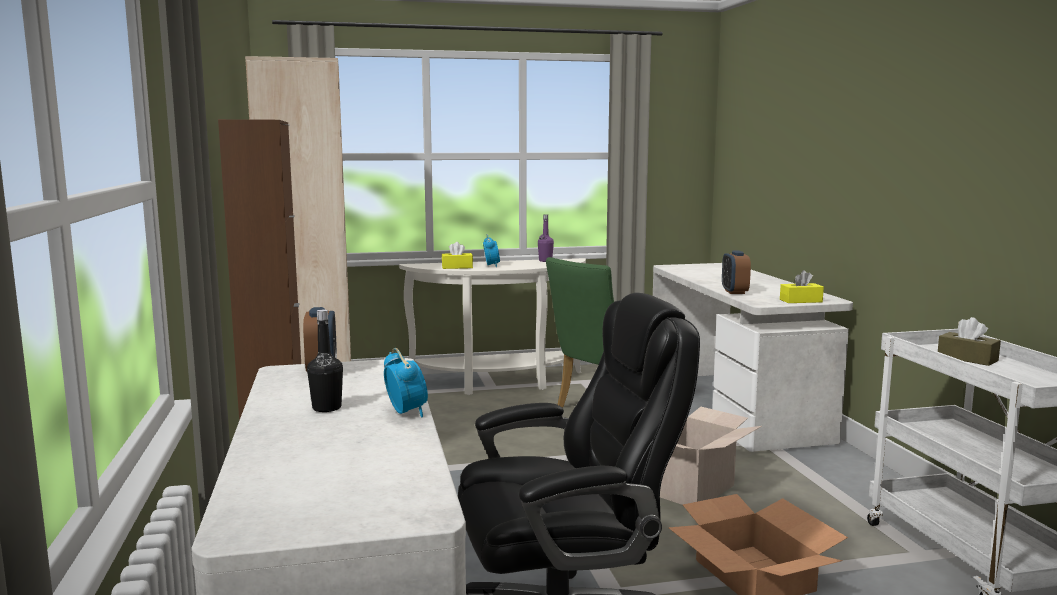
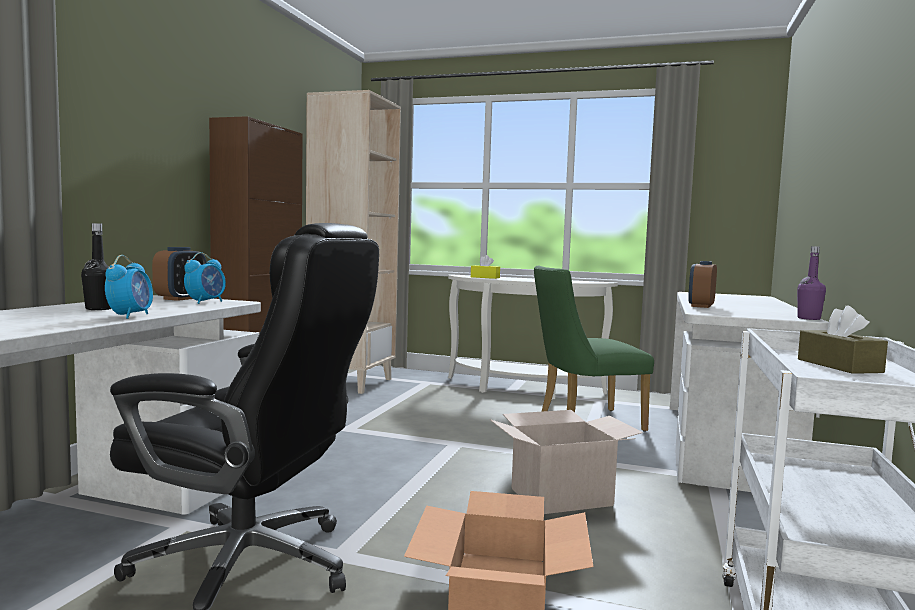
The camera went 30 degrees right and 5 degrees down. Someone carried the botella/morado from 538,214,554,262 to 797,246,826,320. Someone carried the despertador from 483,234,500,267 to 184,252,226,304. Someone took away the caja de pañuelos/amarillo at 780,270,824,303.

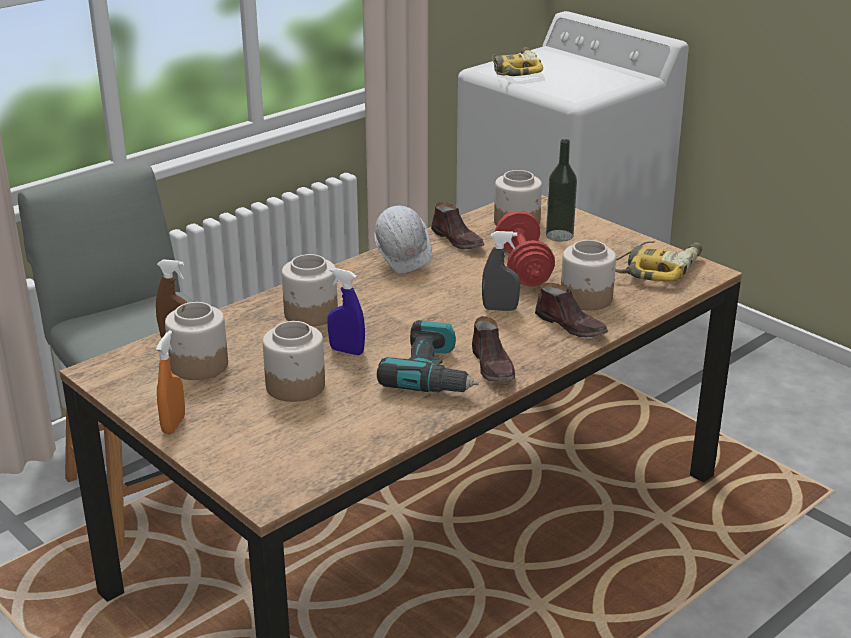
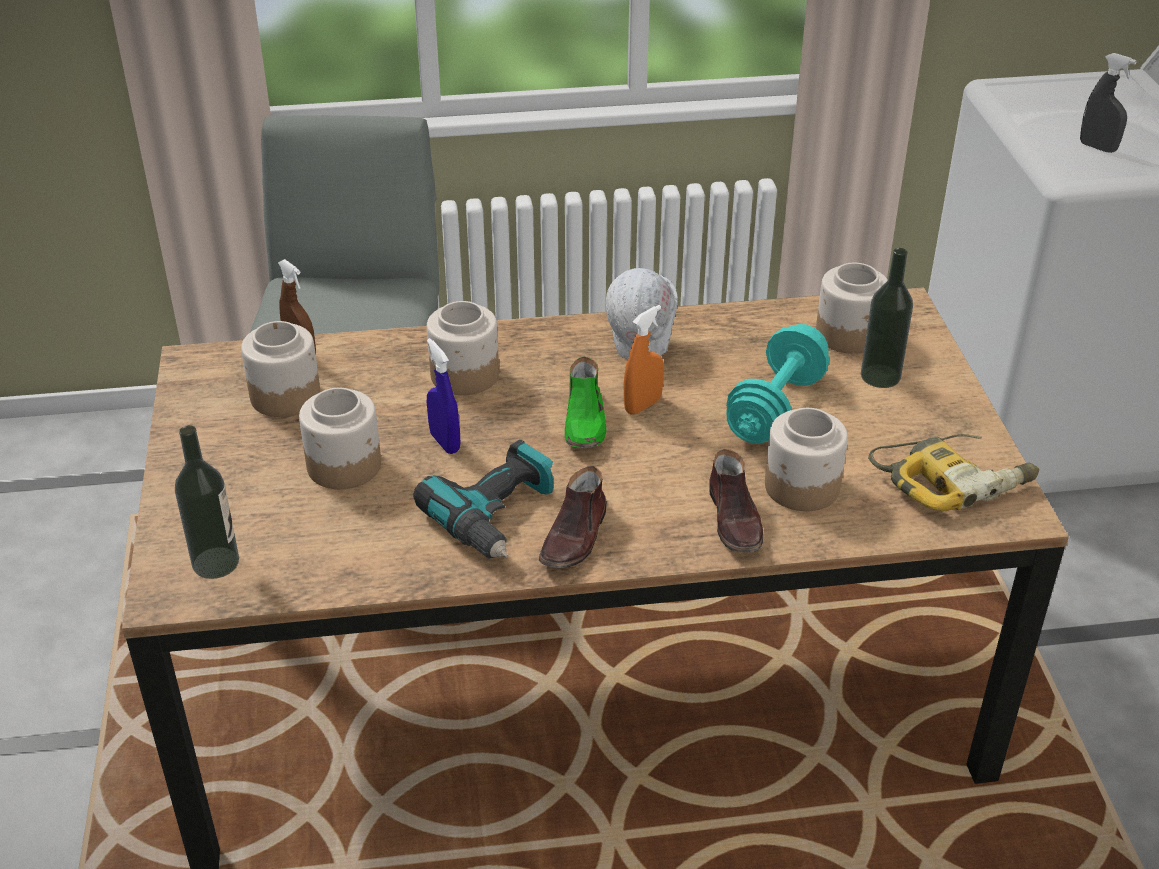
The camera went 35 degrees right and 10 degrees up. Someone took away the taladro at 492,47,543,76. Someone took away the zapato/marrón at 431,202,484,249. Someone repainted the mancuerna/rojo at 495,211,555,287, which became the mancuerna/turquesa at 726,324,830,444. Someone carried the pulverizador/gris from 482,231,520,311 to 1080,53,1137,153. Someone carried the pulverizador/naranja from 156,330,185,434 to 623,305,664,415. Someone put down the zapato/verde at 565,357,607,448. Someone put down the botella at 175,425,239,579.

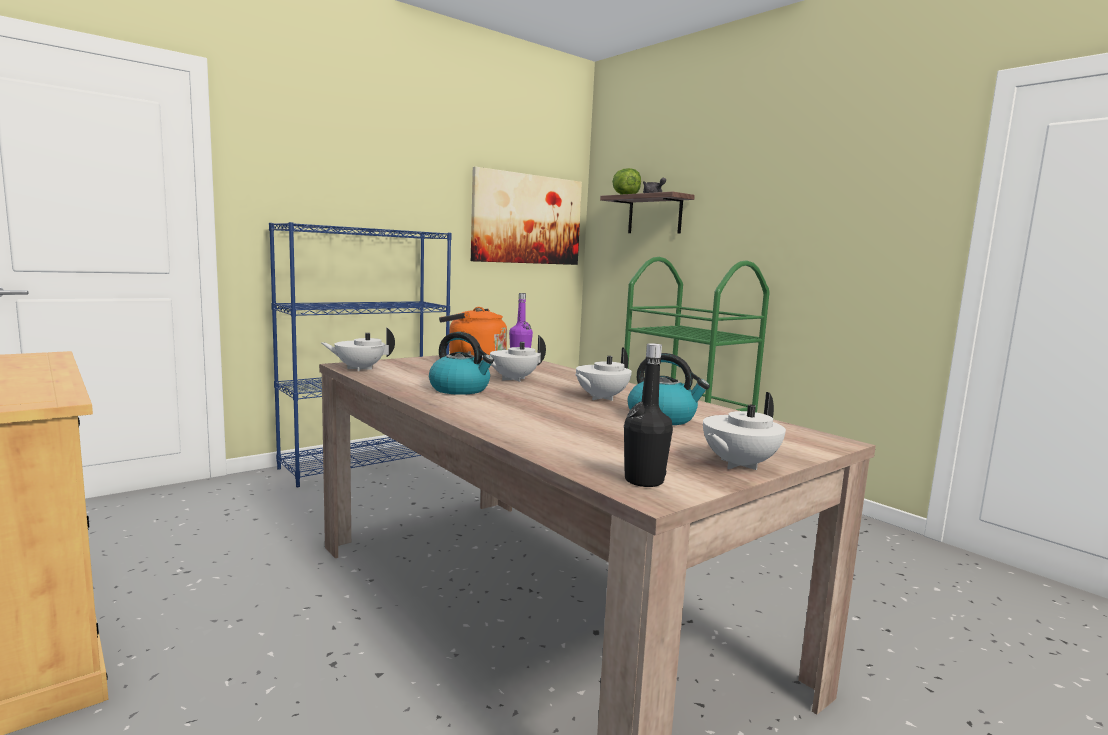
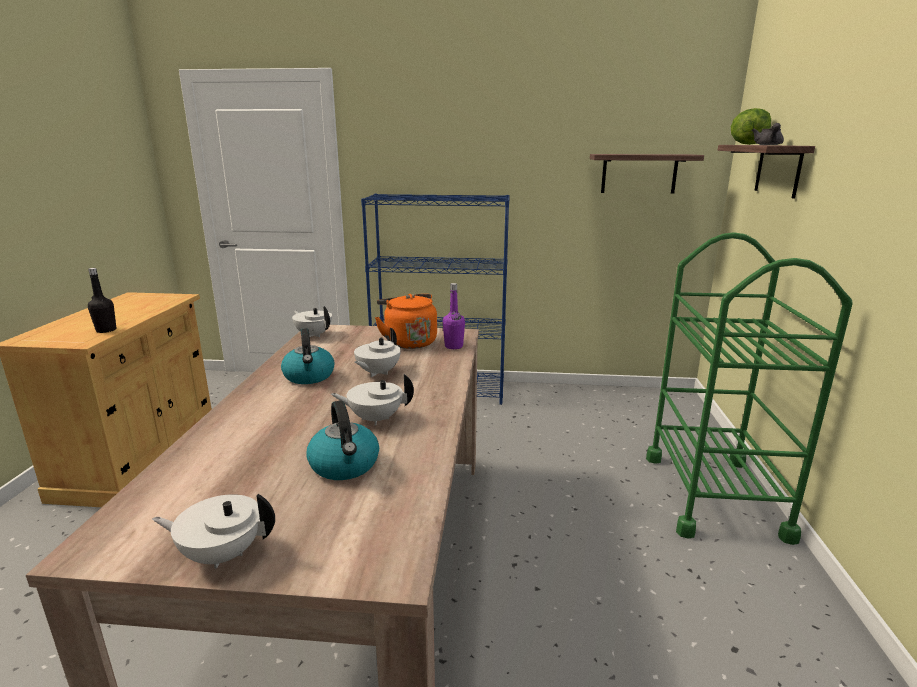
The camera went 45 degrees right and 10 degrees up. Someone swapped the cuadro at 471,167,582,265 for the estante at 590,154,704,194. Someone rotated the tetera/blanco at 482,335,546,382 by 75 degrees counterclockwise. Someone carried the botella/negro from 624,343,673,487 to 88,268,116,333.

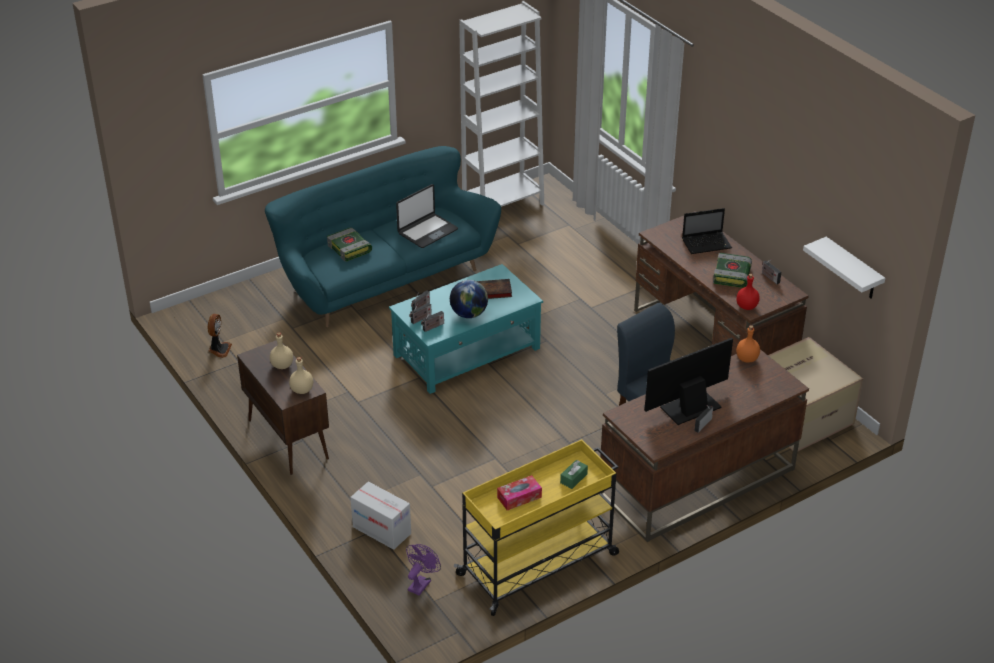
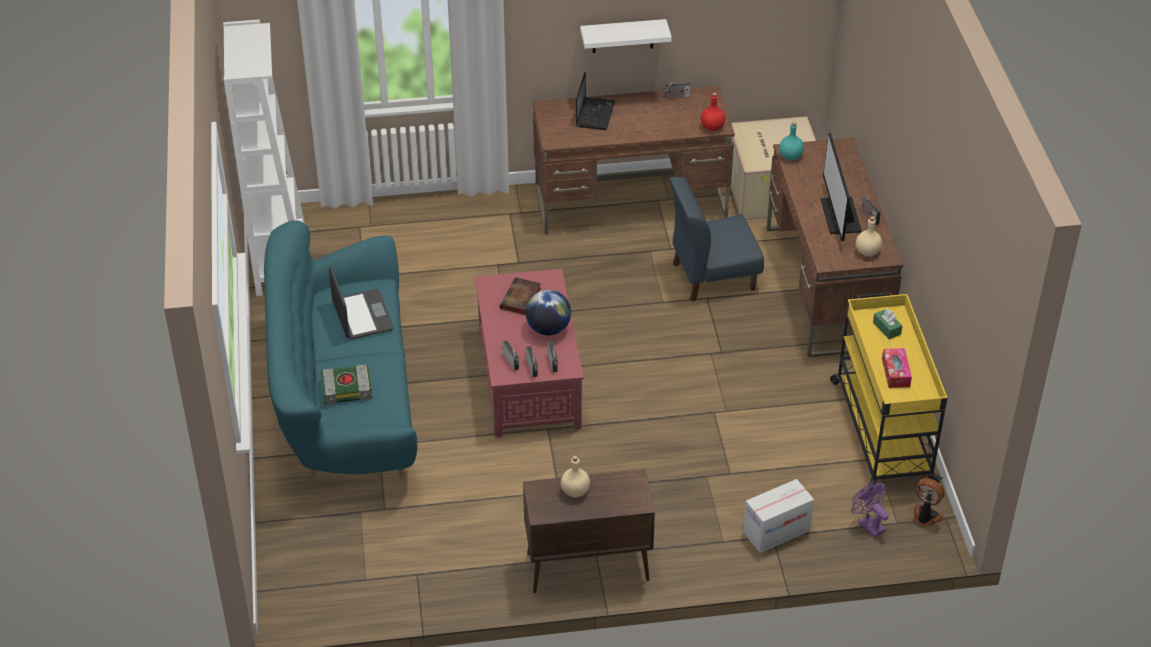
The camera went 65 degrees left and 5 degrees up. Someone carried the estante/blanco from 803,237,885,298 to 580,19,672,53. Someone took away the libro at 713,253,752,288. Someone repainted the mesa de centro/turquesa at 389,264,543,394, which became the mesa de centro/rojo at 475,269,584,438. Someone carried the ventilador from 208,314,232,358 to 914,478,945,527. Someone repainted the botella/naranja at 736,325,760,363, which became the botella/turquesa at 779,122,804,160. Someone carried the botella/beis from 289,357,313,394 to 856,216,882,256.

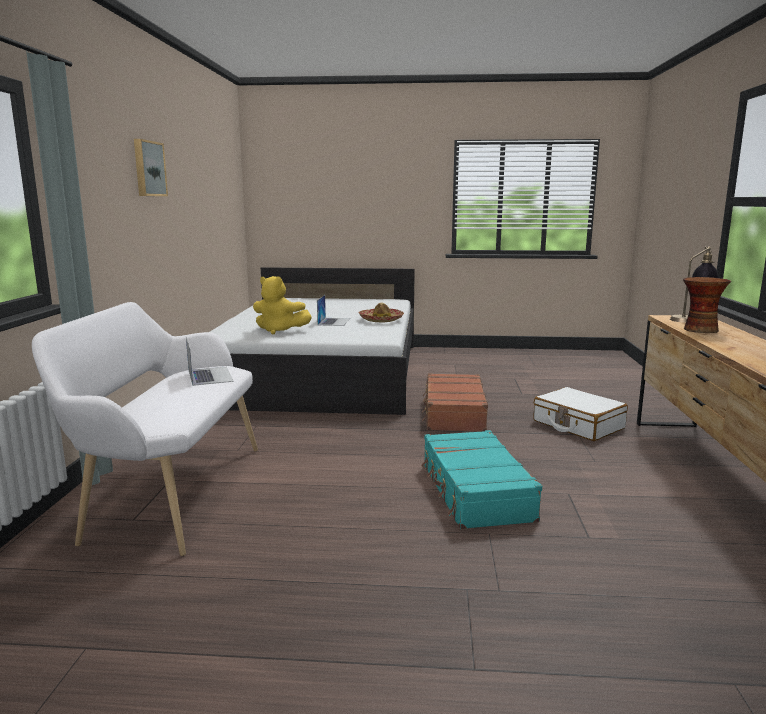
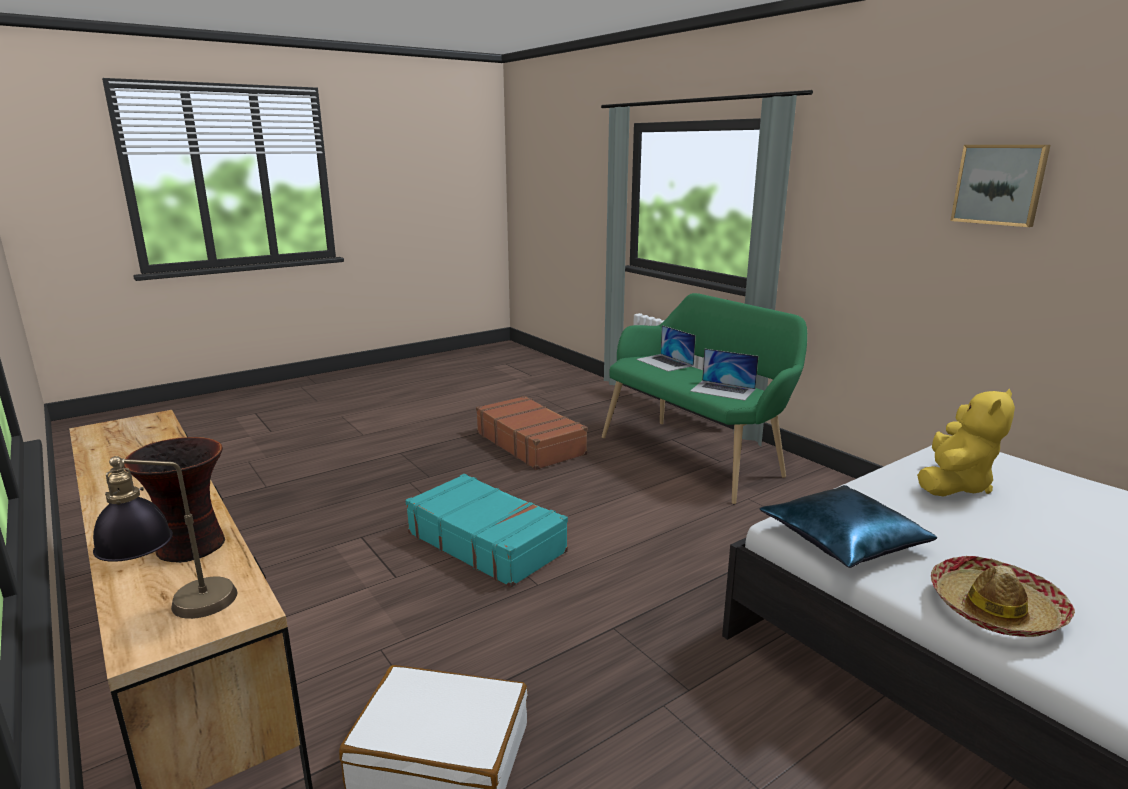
The camera went 140 degrees right and 5 degrees up. Someone rotated the peluche/amarillo at 253,276,312,335 by 150 degrees clockwise. Someone carried the portátil from 317,295,350,326 to 636,325,696,372. Someone repainted the banco/blanco at 32,302,258,556, which became the banco/verde at 602,293,807,504. Someone carried the maleta/marrón from 422,373,488,432 to 476,396,588,470. Someone put down the cojín/azul at 759,485,937,568.

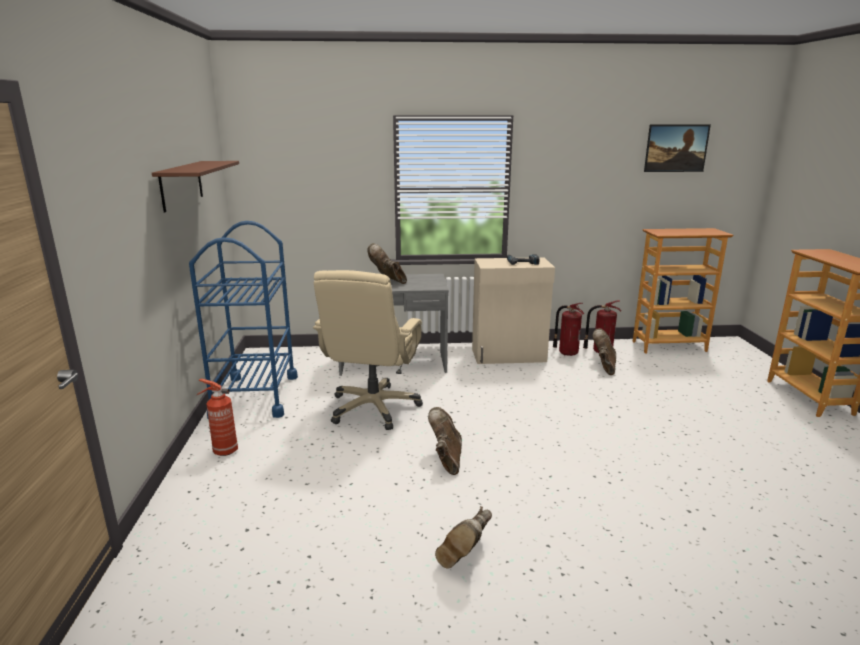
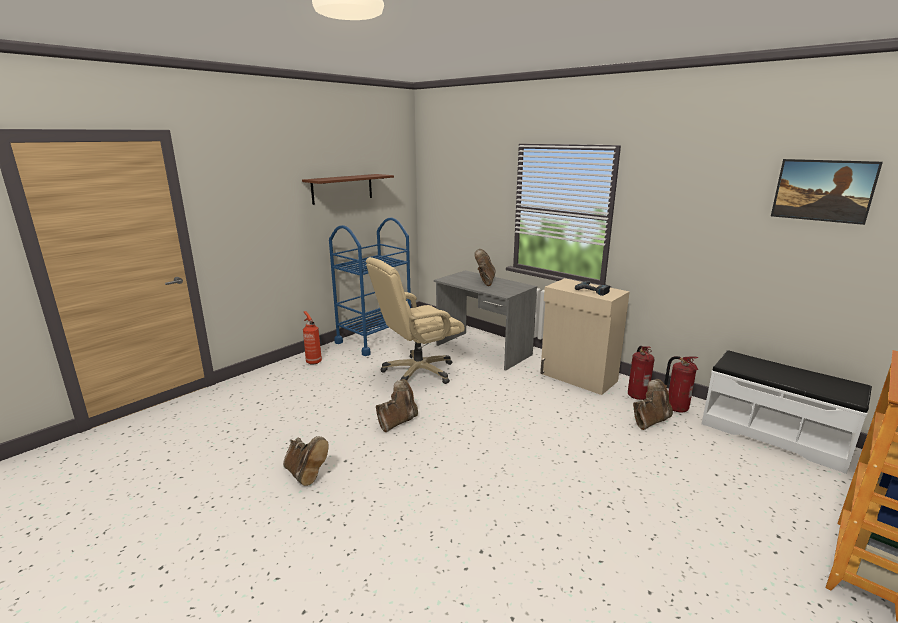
The camera went 45 degrees right and 0 degrees up. Someone swapped the estantería at 633,228,733,353 for the banco/blanco at 702,350,872,474. Someone rotated the bota/marrón at 435,506,492,569 by 120 degrees counterclockwise.

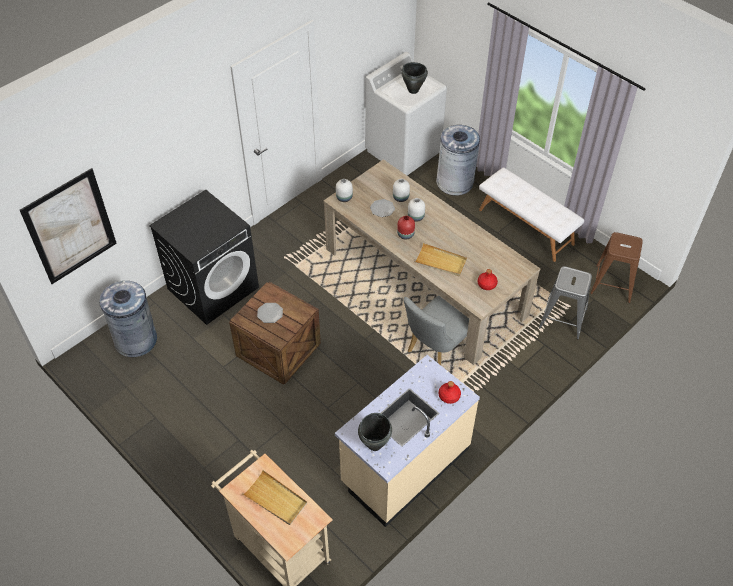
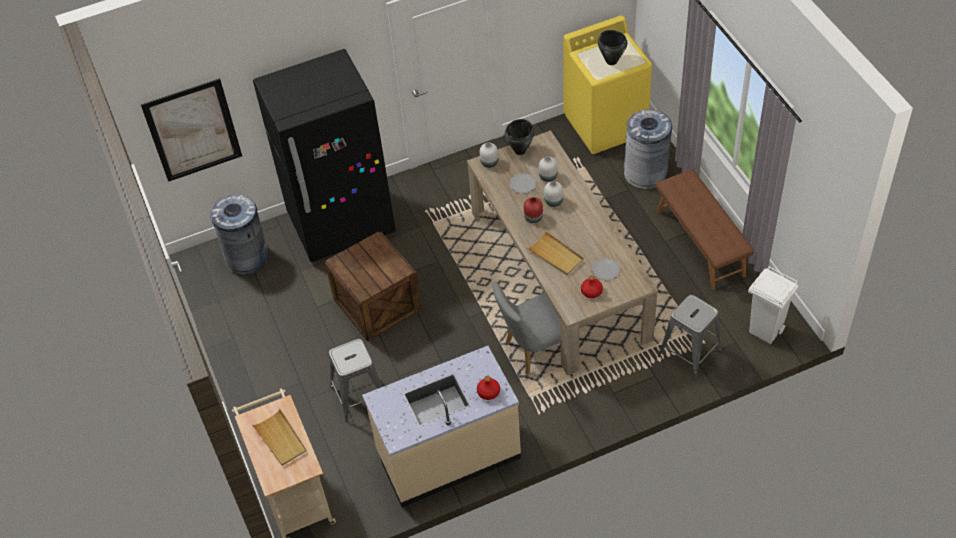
The camera went 25 degrees right and 0 degrees up. Someone repainted the lavadora/blanco at 365,52,447,175, which became the lavadora/amarillo at 563,15,652,154. Someone repainted the banco/blanco at 479,167,584,262, which became the banco/marrón at 655,169,754,290. Someone swapped the lavadora/negro at 149,190,259,325 for the nevera/negro at 253,49,396,262. Someone swapped the taburete/marrón at 590,232,643,303 for the papelera/blanco at 748,266,798,344. Someone carried the plato from 257,303,283,323 to 591,258,621,281. Someone carried the olla/negro from 358,413,392,451 to 505,119,534,155. Someone put down the taburete/gris at 329,339,382,422.

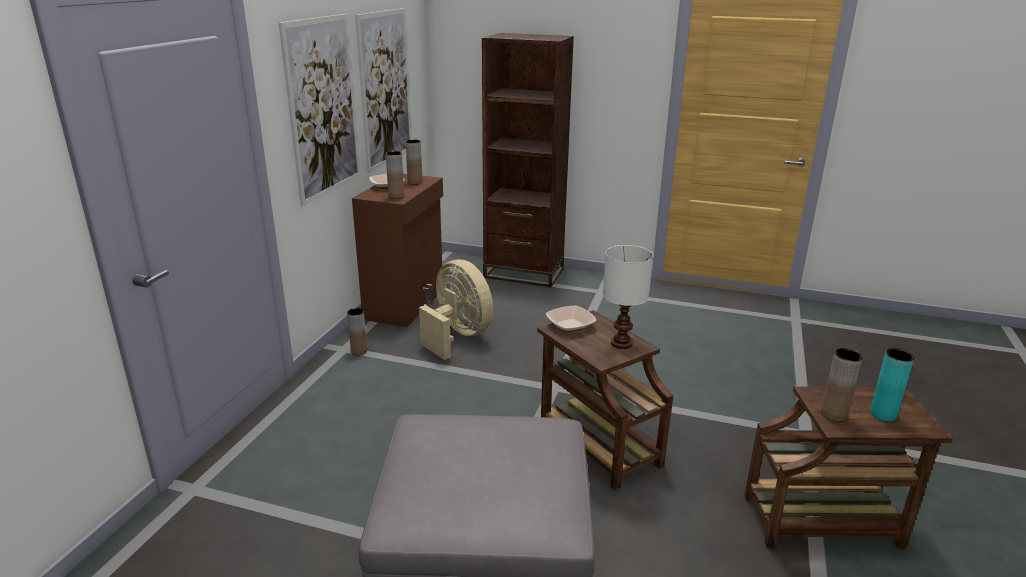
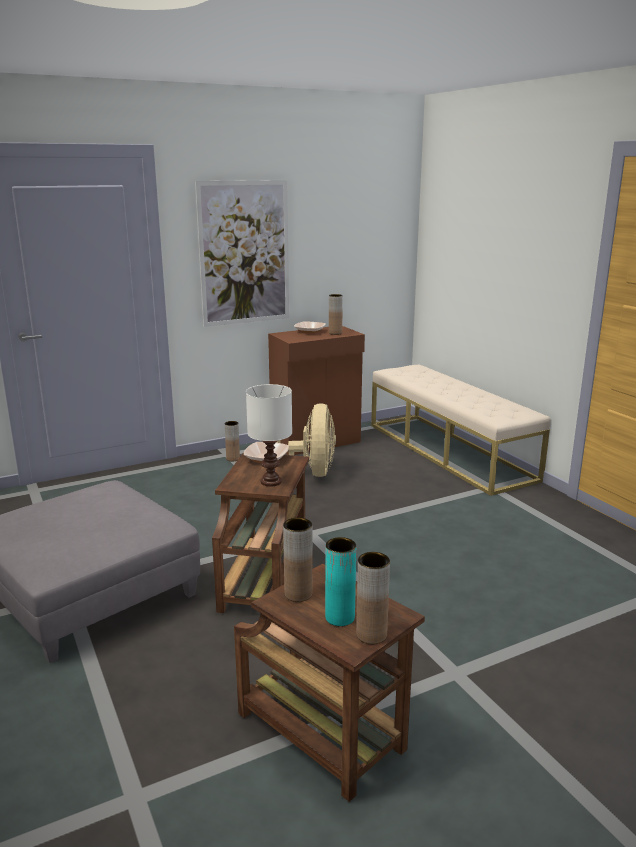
The camera went 45 degrees right and 5 degrees down. Someone took away the cuadro at 355,8,412,173. Someone swapped the estantería/marrón at 482,33,574,287 for the banco/beis at 371,364,550,496. Someone carried the florero/marrón from 386,151,404,199 to 356,552,390,644.

